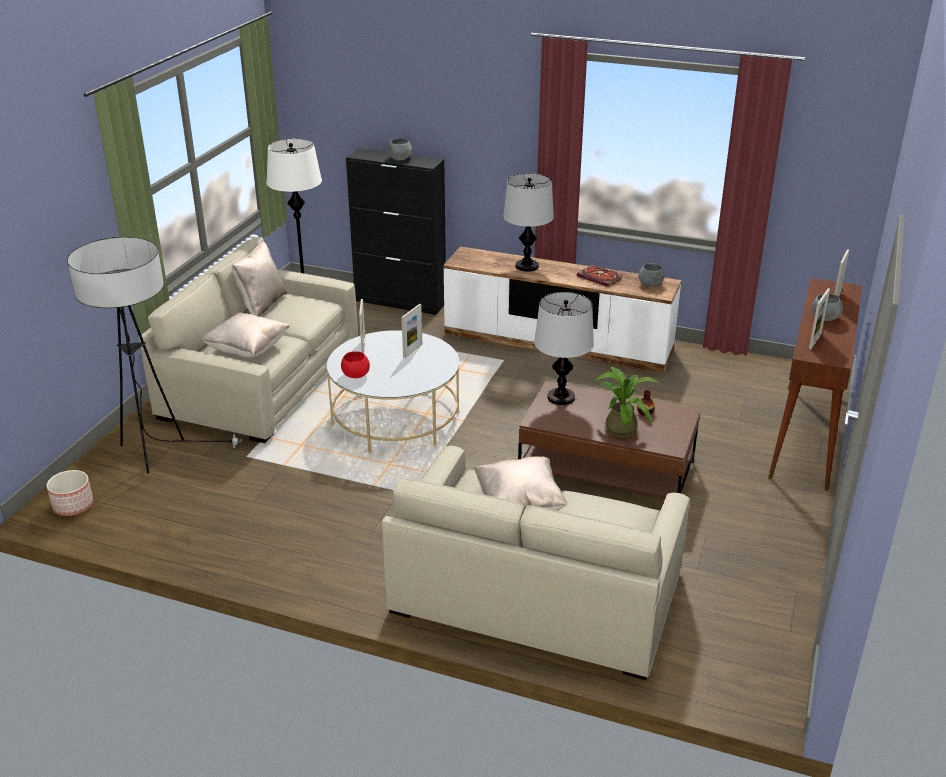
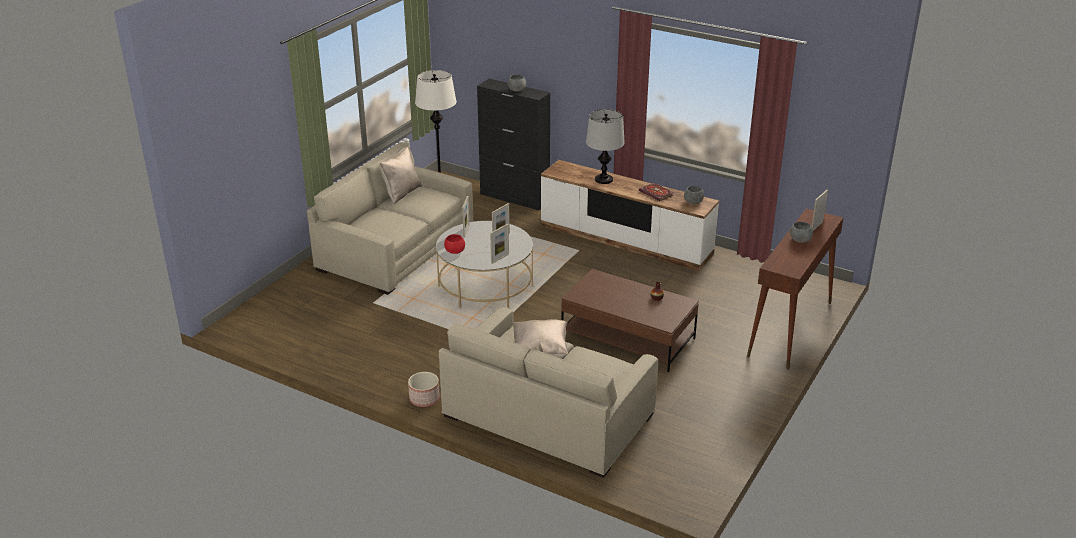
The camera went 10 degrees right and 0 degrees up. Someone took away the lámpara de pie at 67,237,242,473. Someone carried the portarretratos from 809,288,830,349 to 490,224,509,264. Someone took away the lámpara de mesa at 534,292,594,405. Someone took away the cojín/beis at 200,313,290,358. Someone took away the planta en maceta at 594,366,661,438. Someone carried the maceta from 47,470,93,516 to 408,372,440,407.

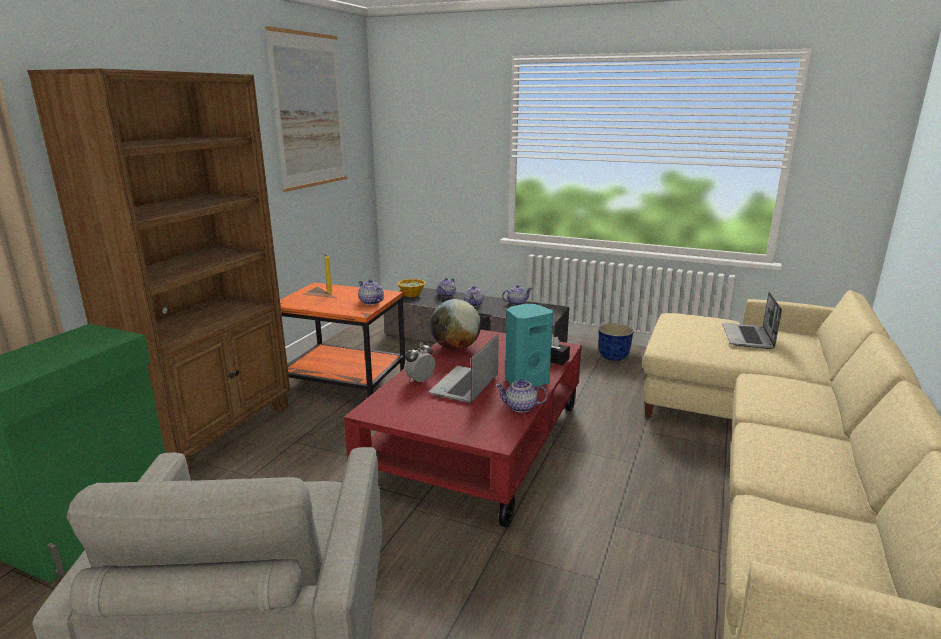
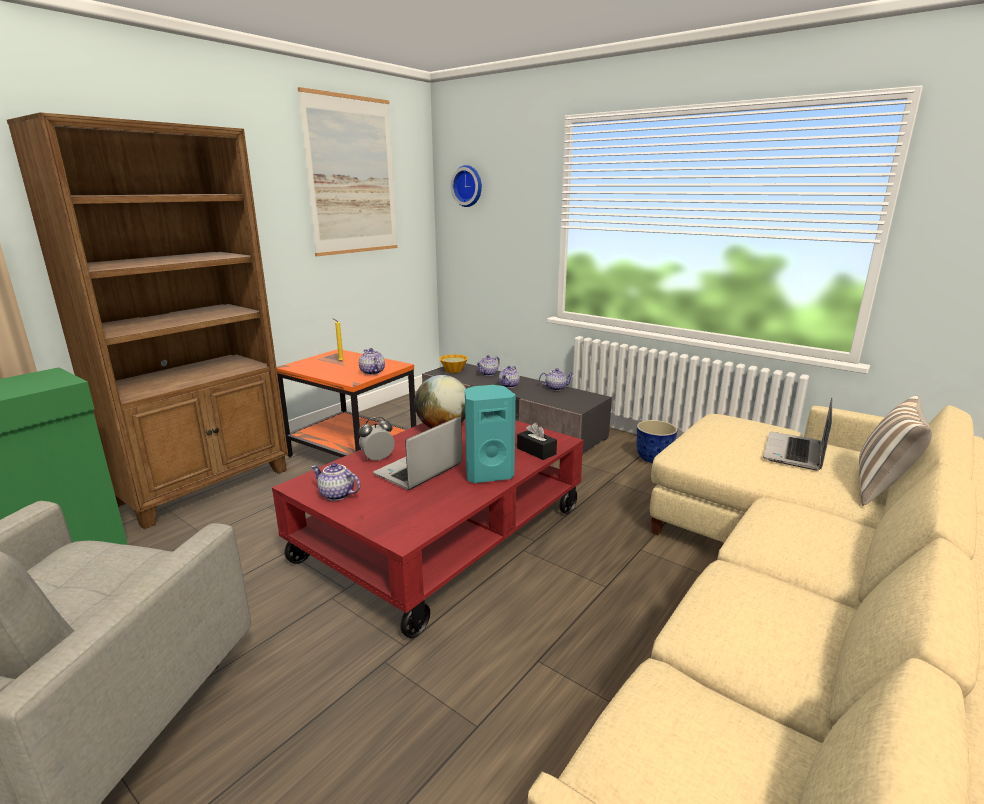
The camera went 15 degrees right and 0 degrees up. Someone carried the tetera from 496,379,548,413 to 311,463,360,501. Someone put up the reloj de pared at 451,165,482,207. Someone put down the cojín at 859,395,932,506.

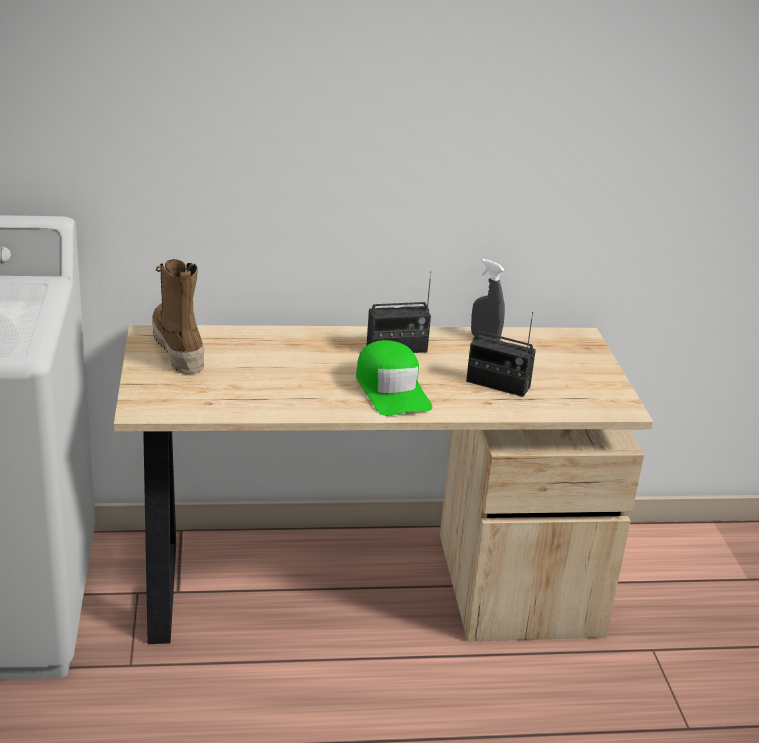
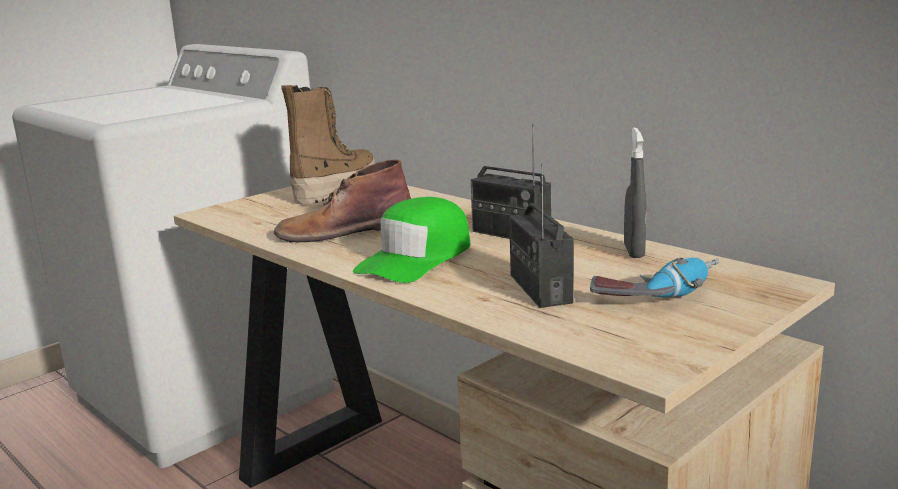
The camera went 55 degrees right and 10 degrees down. Someone put down the bota/marrón at 274,160,411,243. Someone put down the taladro at 590,257,719,298.

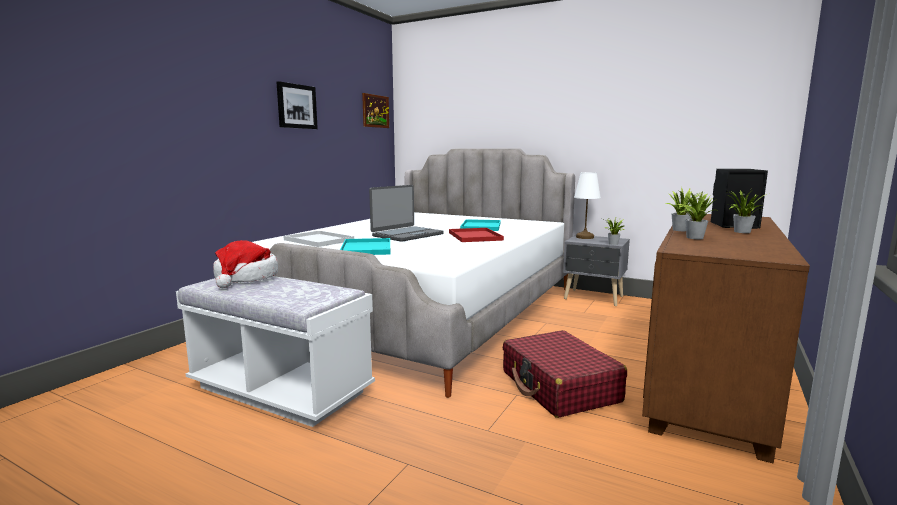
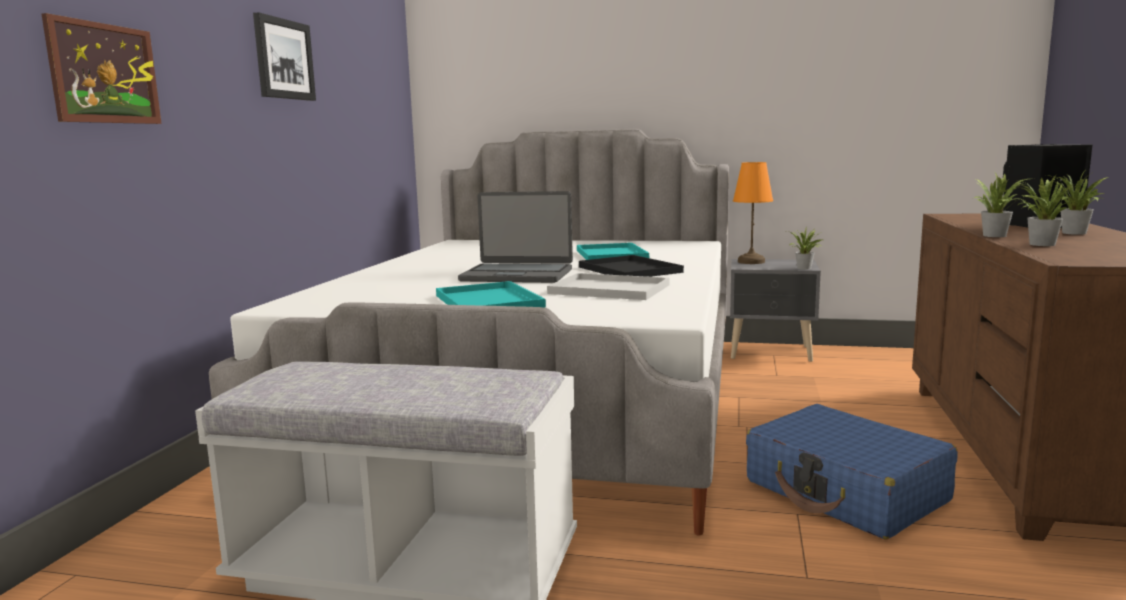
The camera went 15 degrees left and 0 degrees up. Someone carried the cuadro from 362,93,389,128 to 42,13,162,124. Someone repainted the lámpara de mesa/blanco at 574,172,601,239, which became the lámpara de mesa/naranja at 733,162,773,264. Someone rotated the portátil at 369,185,444,242 by 75 degrees clockwise. Someone repainted the bandeja/rojo at 449,228,504,242, which became the bandeja/negro at 579,255,684,277. Someone carried the bandeja/blanco from 284,231,354,247 to 547,273,669,300. Someone took away the sombrero at 213,240,278,288. Someone repainted the maleta/rojo at 503,330,627,418, which became the maleta/azul at 746,404,957,539.

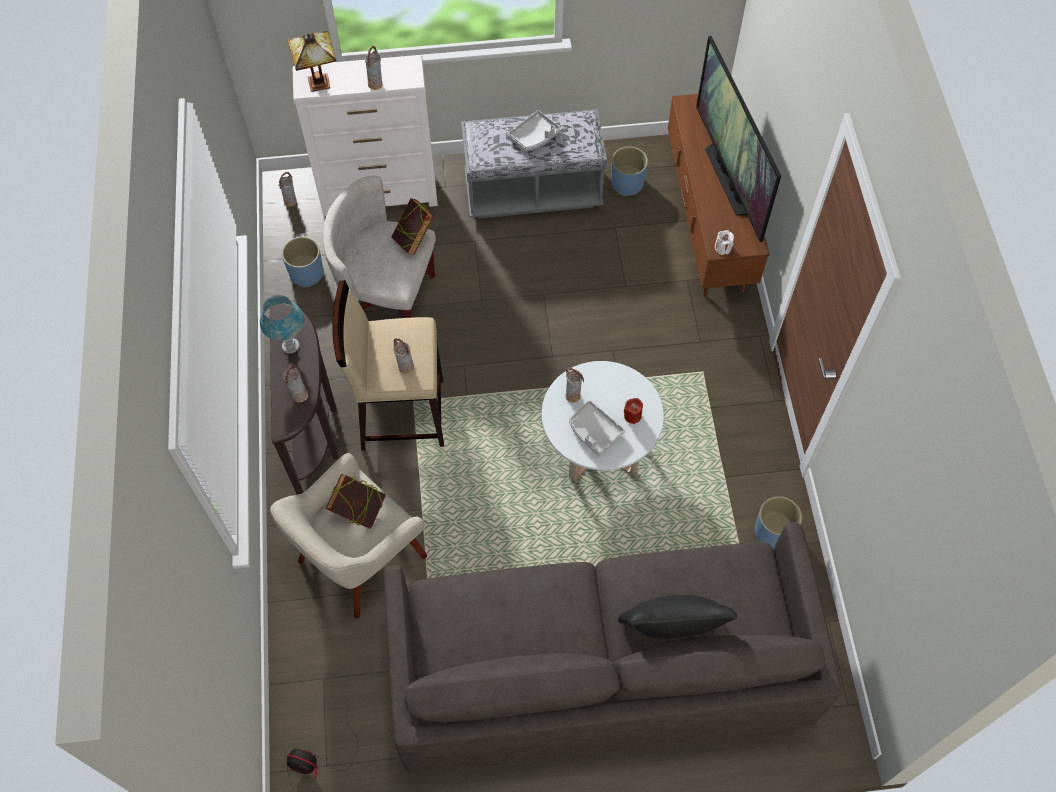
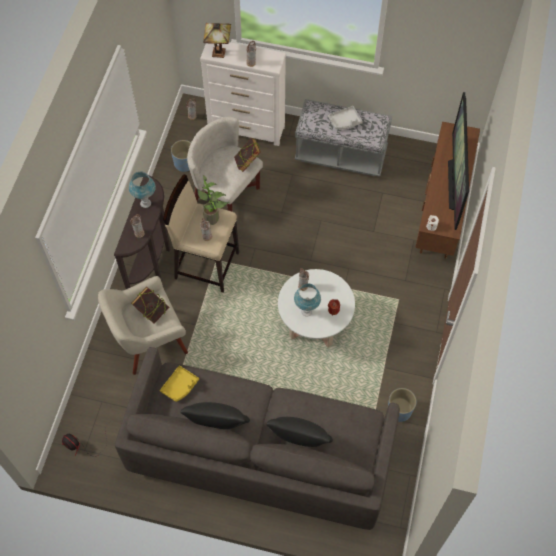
The camera went 20 degrees right and 0 degrees up. Someone took away the maceta/azul at 611,147,648,196. Someone swapped the bandeja/gris at 569,400,625,456 for the lámpara de mesa/azul at 294,283,321,317. Someone put down the planta en maceta at 197,174,229,225. Someone put down the bandeja/amarillo at 160,366,199,402. Someone put down the cojín/negro at 180,402,250,429.

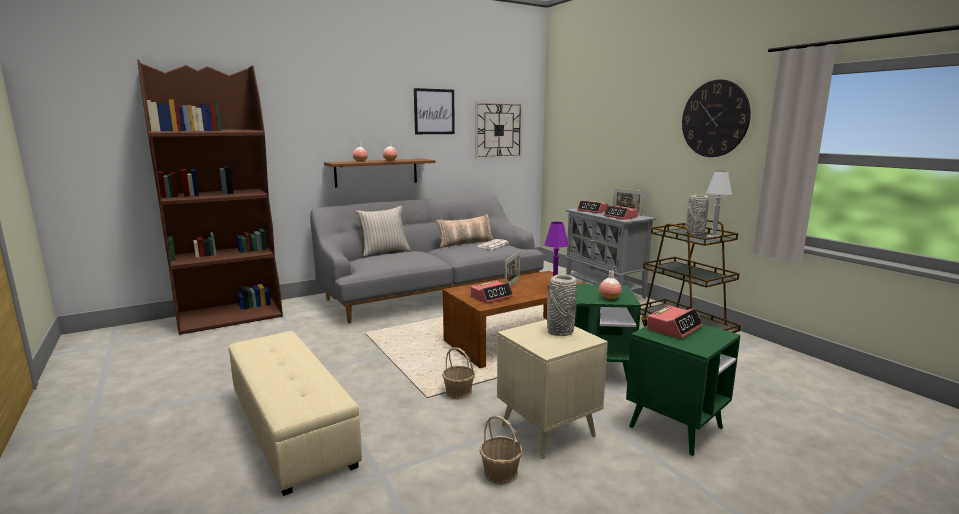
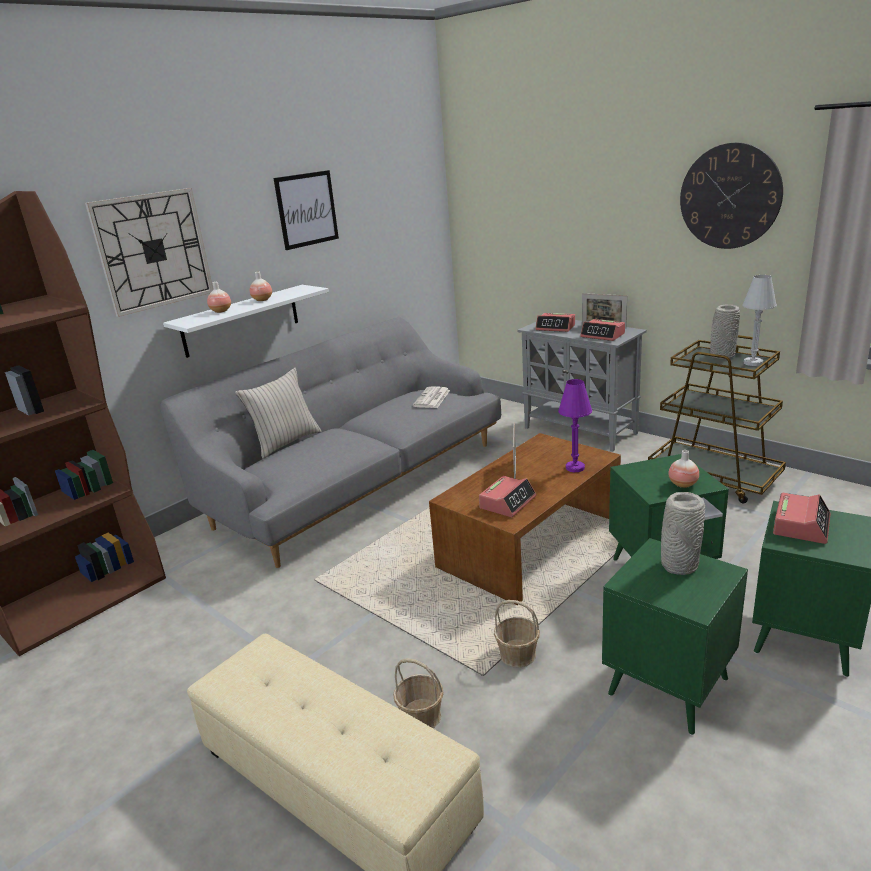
The camera went 15 degrees left and 10 degrees up. Someone carried the reloj de pared from 475,101,523,159 to 85,188,213,317. Someone repainted the estante/marrón at 324,159,435,187, which became the estante/blanco at 163,285,329,358. Someone took away the cojín at 436,214,494,248. Someone repainted the mesa auxiliar/beis at 497,320,608,459, which became the mesa auxiliar/verde at 602,538,748,735. Someone carried the cesta from 479,415,523,485 to 393,658,444,728.

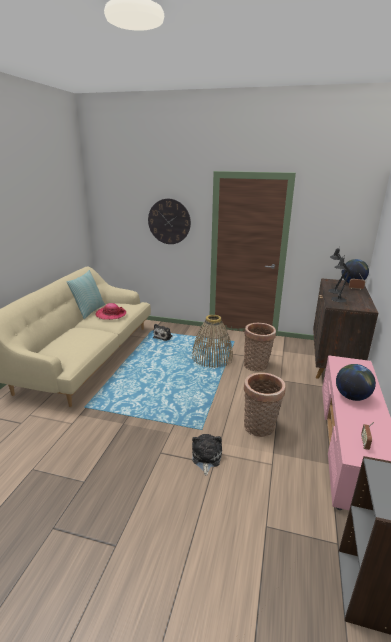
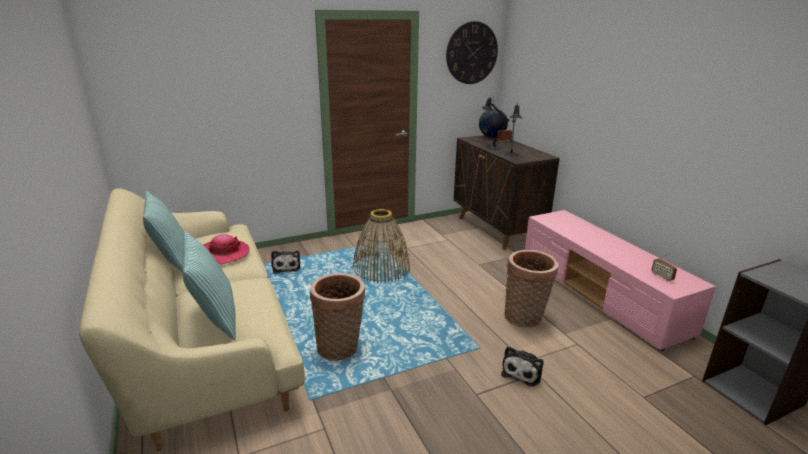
The camera went 40 degrees left and 0 degrees up. Someone carried the reloj de pared from 148,199,191,244 to 446,21,498,84. Someone carried the cesta from 244,323,276,372 to 310,273,365,361. Someone took away the globo terráqueo at 336,364,376,401. Someone rotated the peluche at 192,434,222,476 by 120 degrees counterclockwise. Someone put down the cojín at 182,231,236,340.

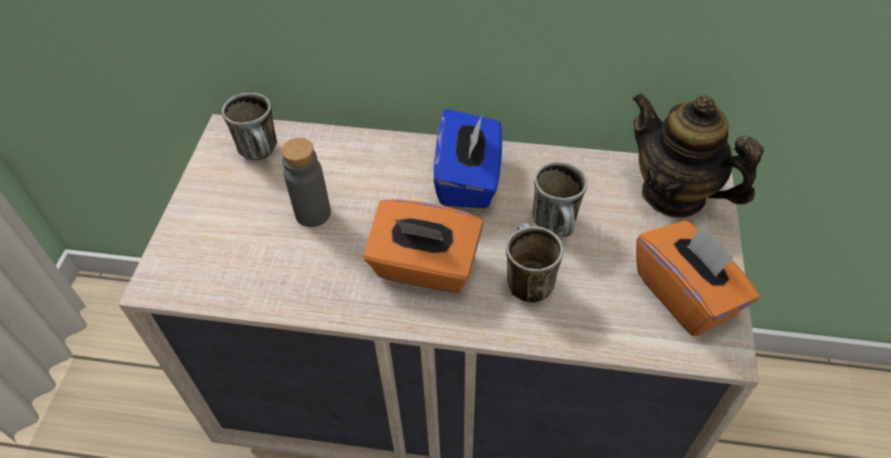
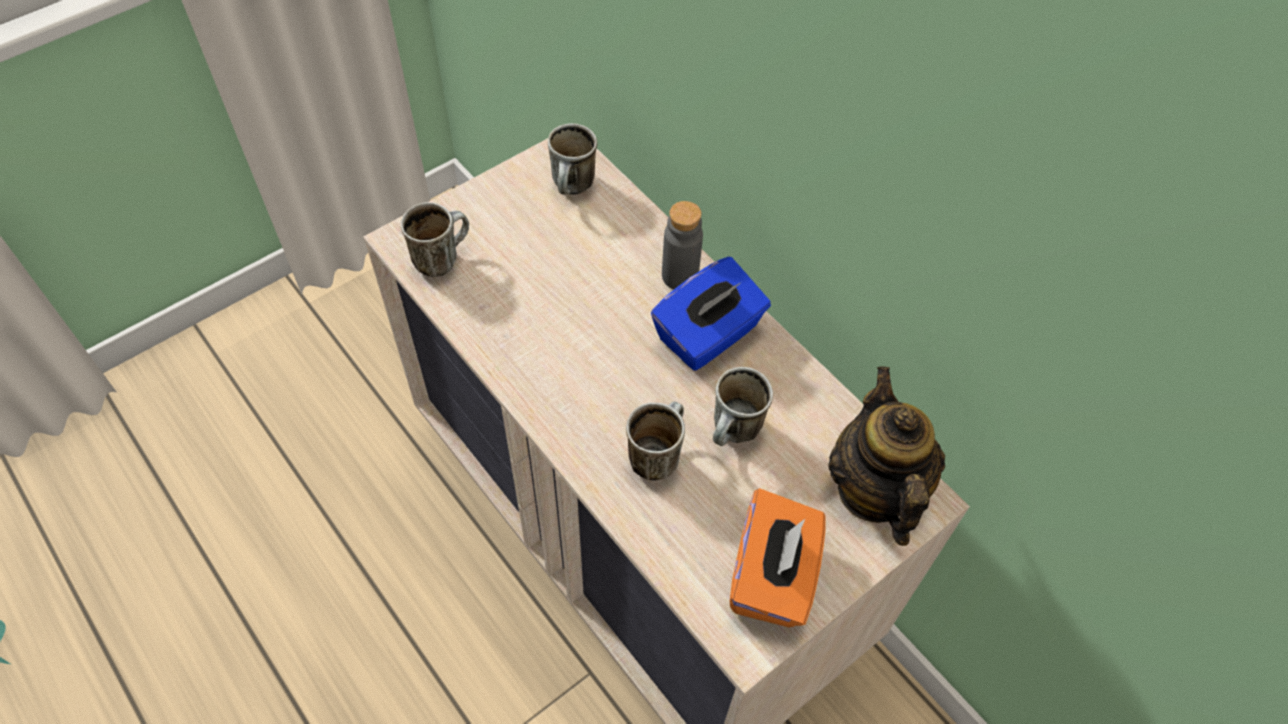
The camera went 40 degrees right and 5 degrees up. Someone carried the botella/gris from 281,138,331,227 to 662,201,703,289. Someone took away the caja de pañuelos/naranja at 363,199,483,293. Someone put down the taza grande at 401,202,469,277.

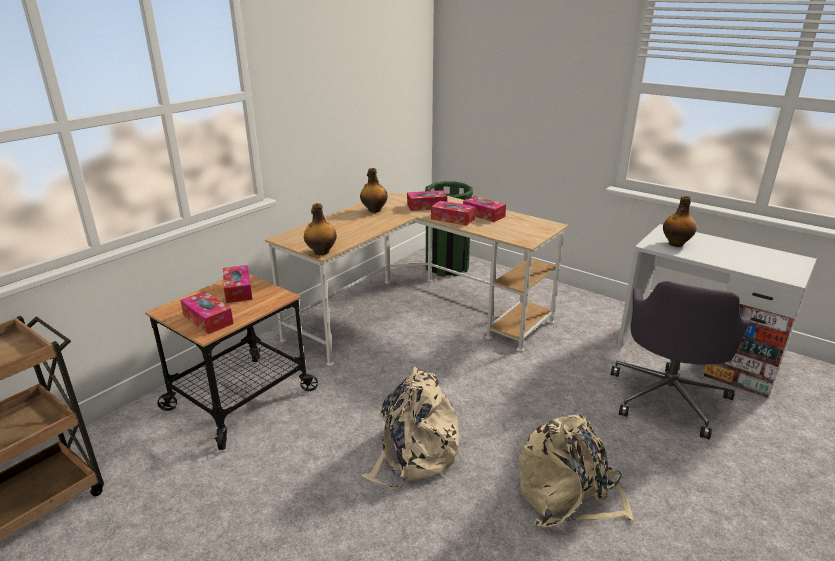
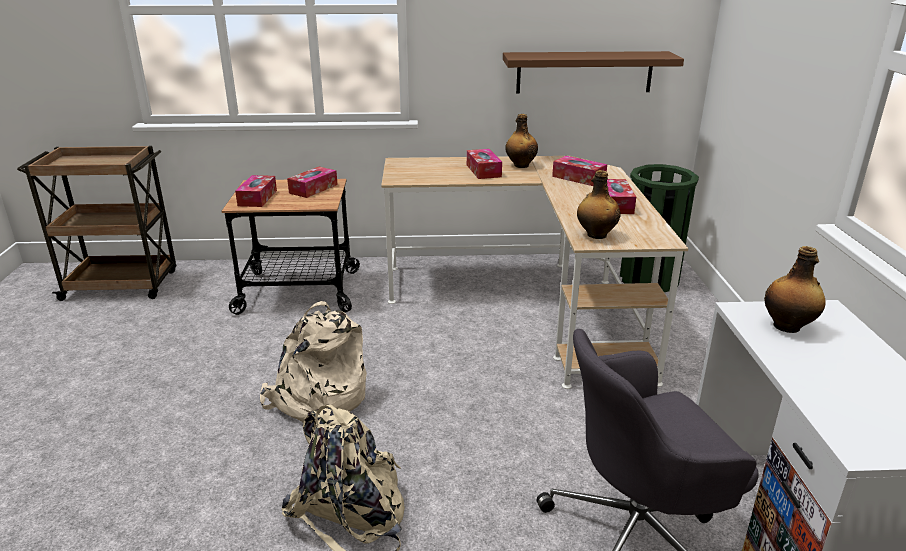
The camera went 50 degrees right and 0 degrees up. Someone carried the caja de pañuelos from 431,201,475,226 to 467,149,502,179. Someone carried the botella from 304,203,337,255 to 577,170,620,239. Someone put up the estante/marrón at 503,51,684,93.

